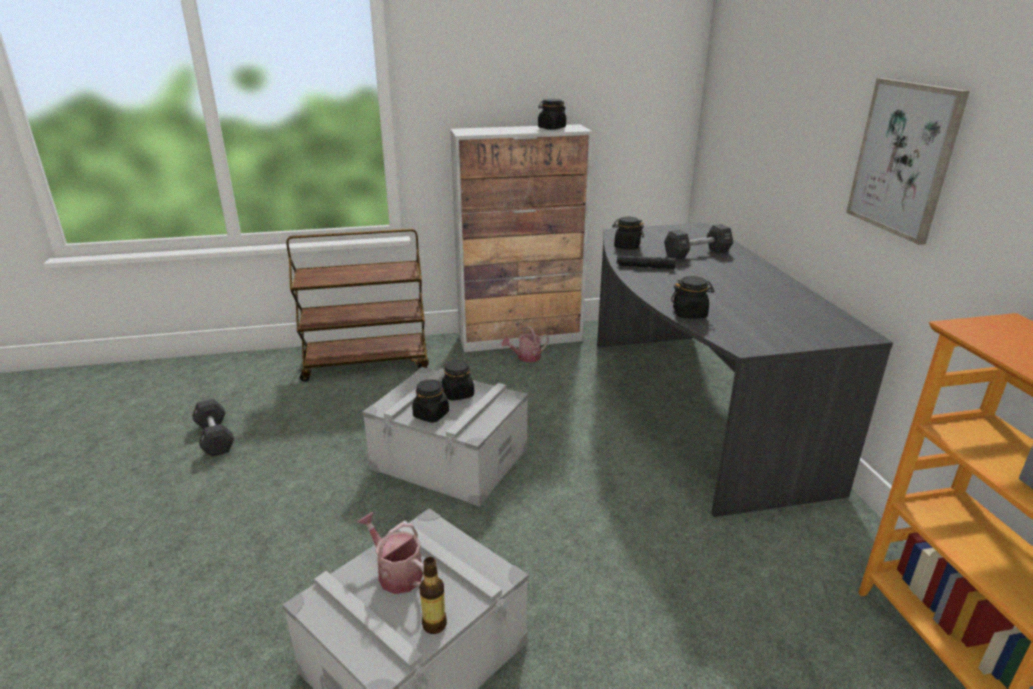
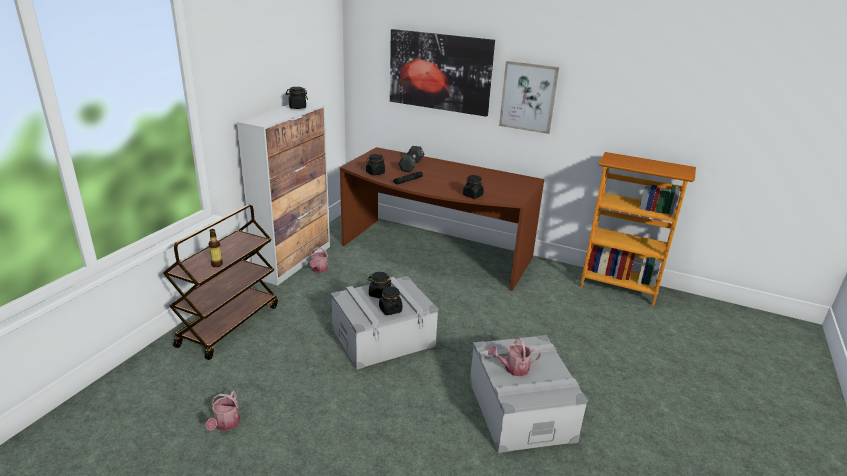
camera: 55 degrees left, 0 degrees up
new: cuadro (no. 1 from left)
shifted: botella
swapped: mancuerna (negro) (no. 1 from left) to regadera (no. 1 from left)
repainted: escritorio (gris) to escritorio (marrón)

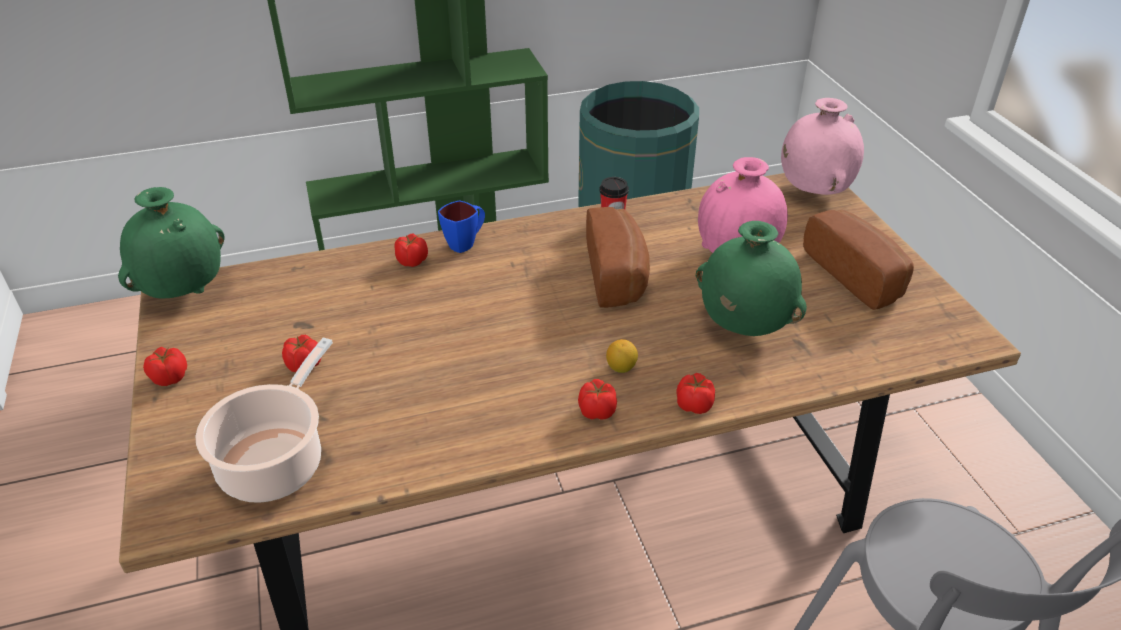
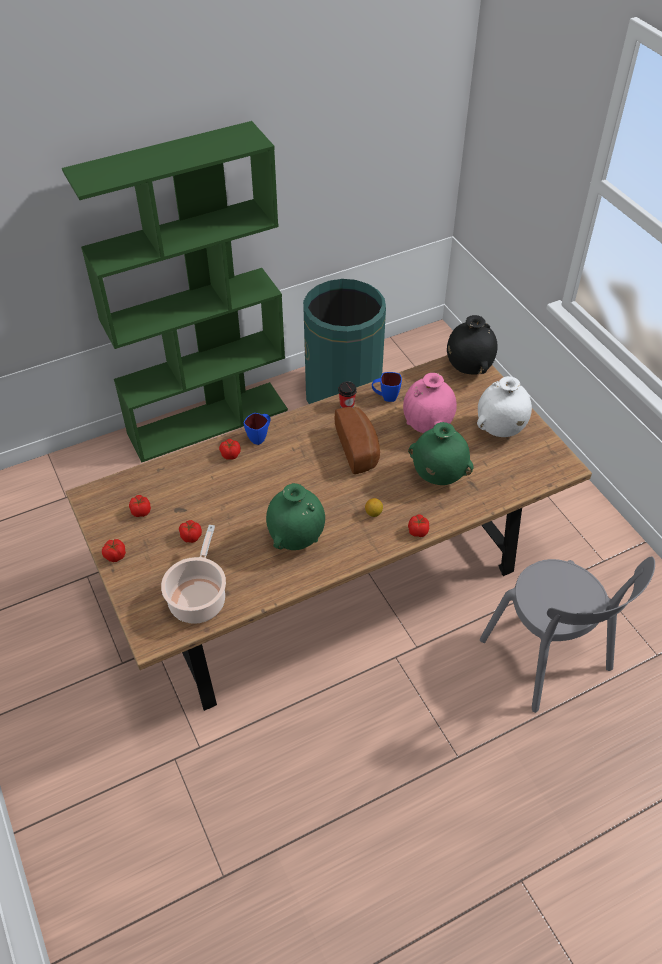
camera: 10 degrees left, 10 degrees up
new: taza grande (azul) (no. 2 from left)
shifted: tomate (no. 4 from left in the first image) to tomate (no. 2 from left); florero (verde) (no. 1 from left)
swapped: pan (no. 2 from left) to florero (blanco)
repainted: florero (rosa) (no. 2 from left) to florero (negro)

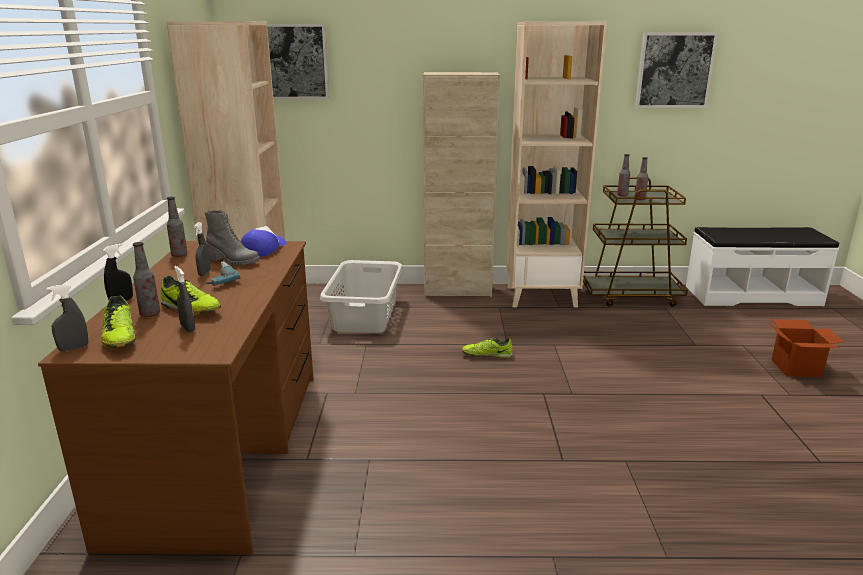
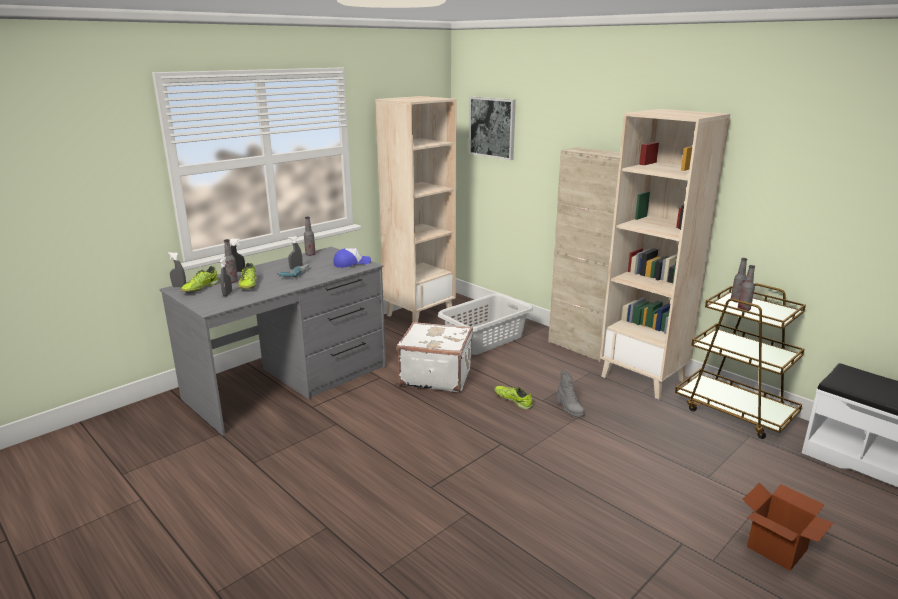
camera: 45 degrees right, 0 degrees up
gone: cuadro (no. 2 from left)
new: maleta (blanco)
shifted: bota (gris)
repainted: escritorio (marrón) to escritorio (gris)

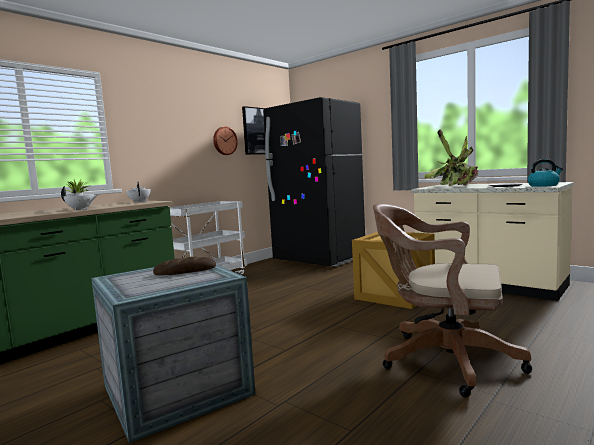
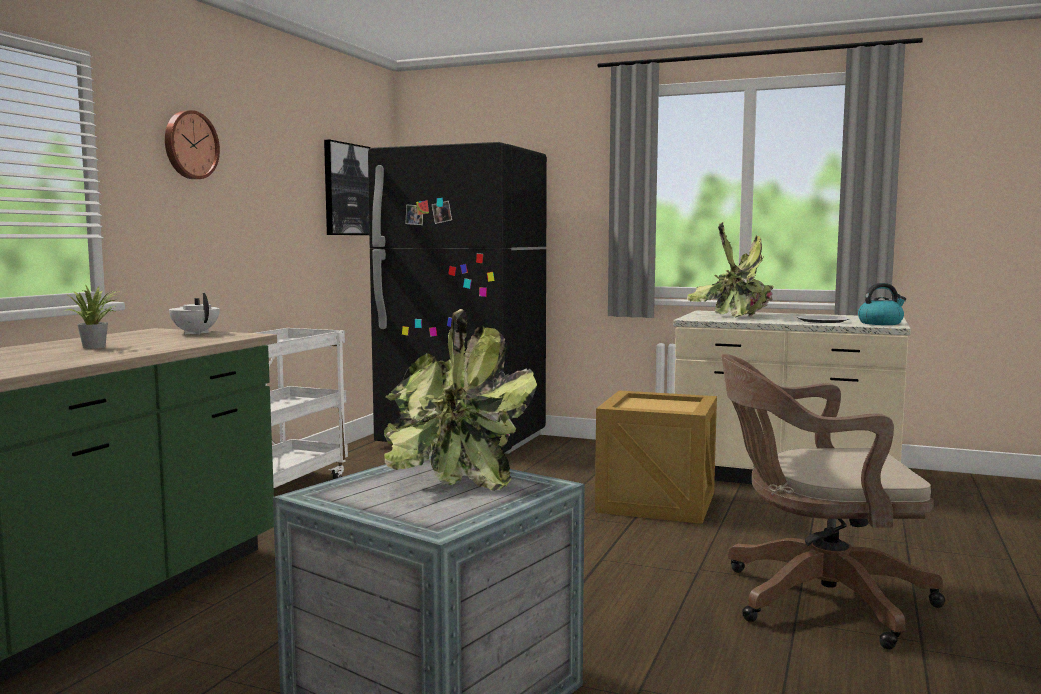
camera: 20 degrees left, 0 degrees up
gone: tetera (blanco) (no. 1 from left)
shifted: reloj de pared
swapped: pan to planta en maceta (no. 2 from left)

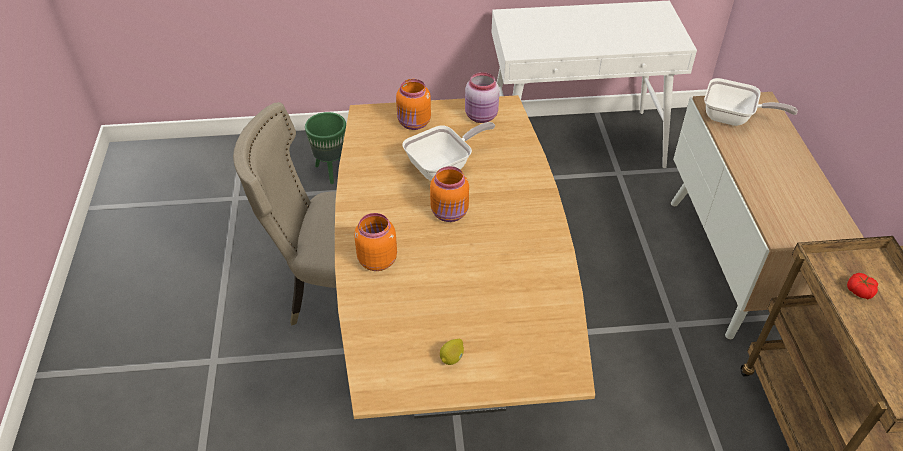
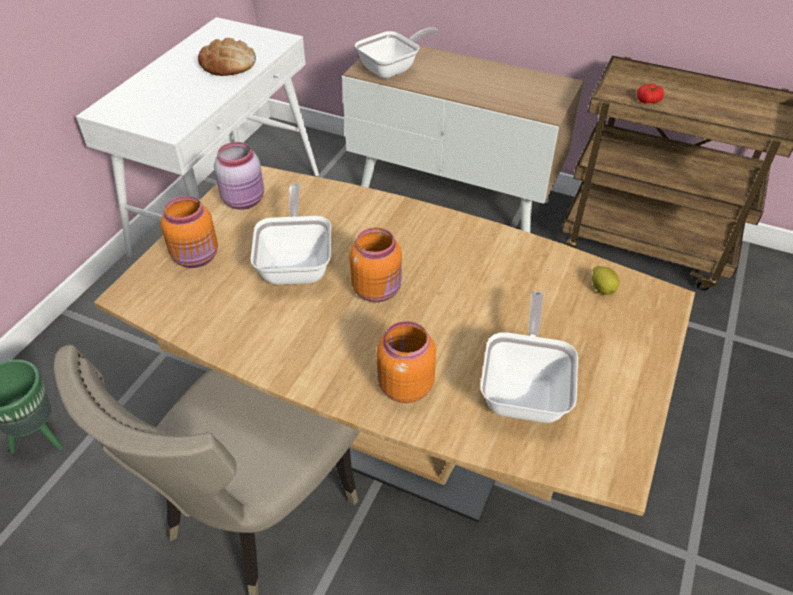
camera: 60 degrees left, 0 degrees up
new: pan; sartén (no. 3 from left)
shifted: limón

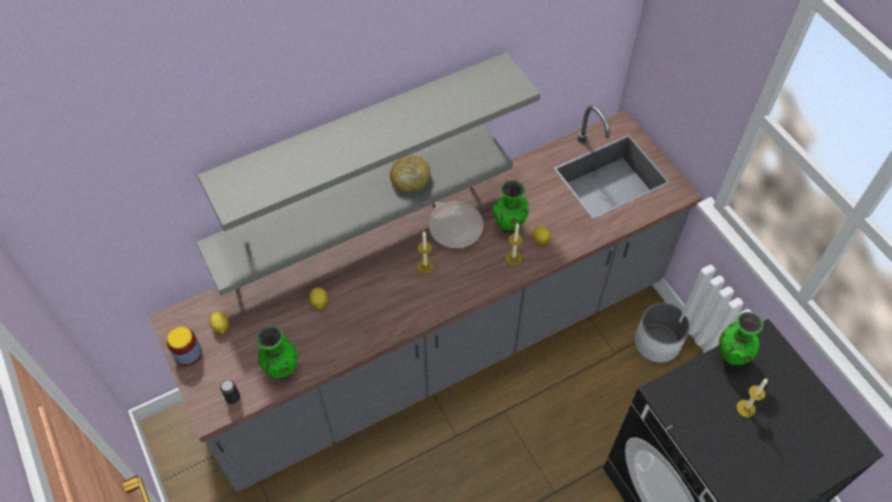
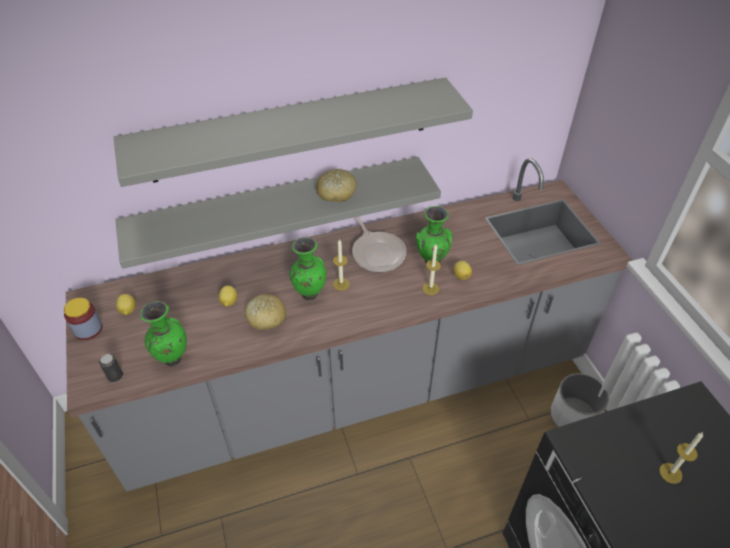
camera: 10 degrees right, 10 degrees down
new: pan (no. 1 from left)
shifted: florero (verde) (no. 3 from left in the first image) to florero (verde) (no. 2 from left)

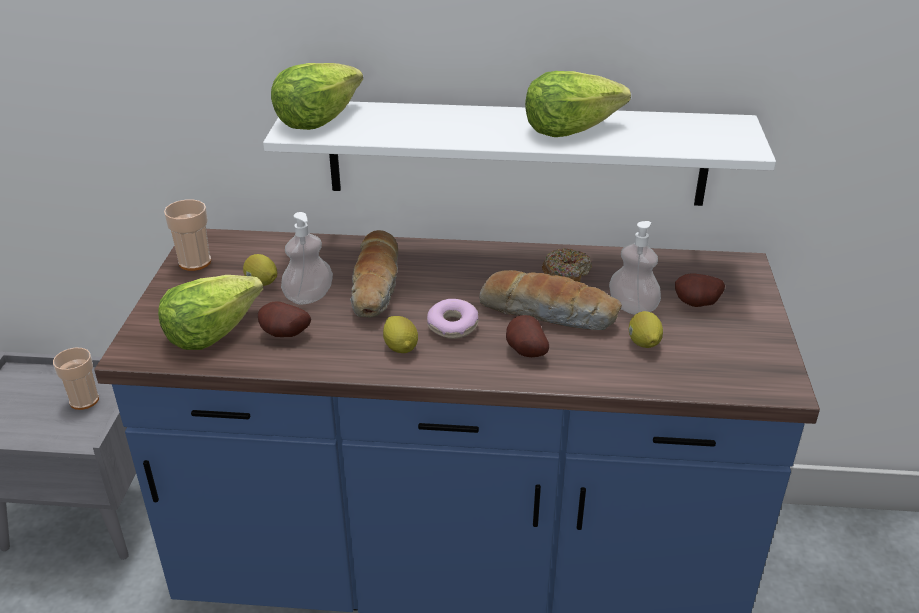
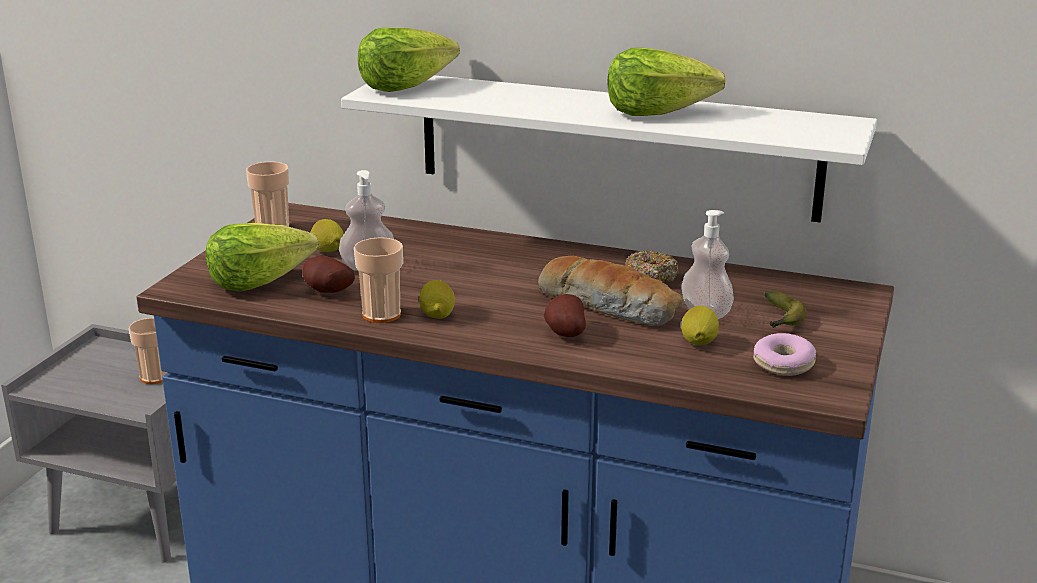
camera: 15 degrees right, 10 degrees down
gone: pan (no. 1 from left)
new: taza (no. 3 from left)
shifted: rosquilla (no. 1 from left in the first image) to rosquilla (no. 2 from left)
swapped: patata (no. 3 from left) to plátano

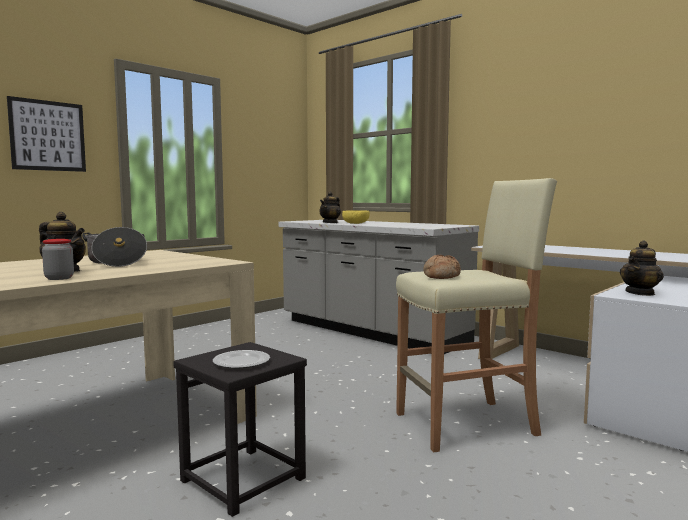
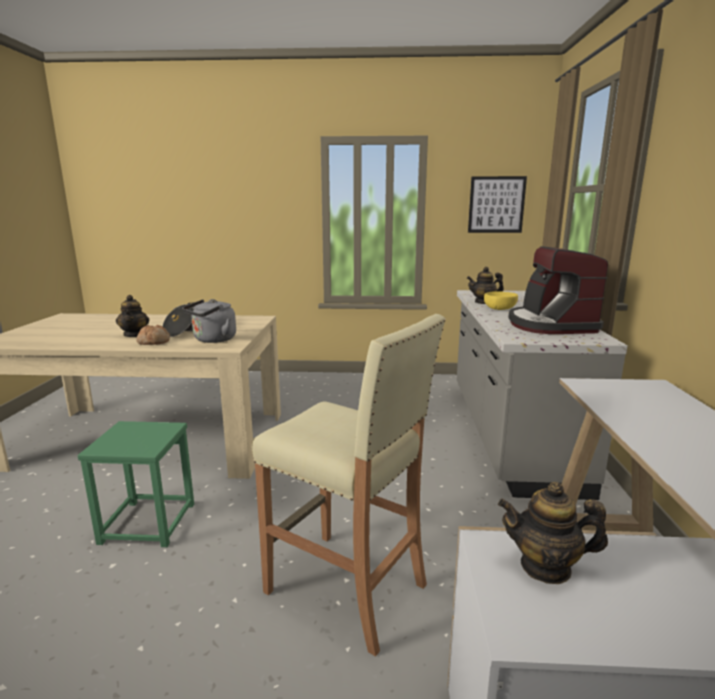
camera: 50 degrees right, 10 degrees up
gone: tarro; plato
new: hervidor (gris); cafetera
shifted: pan; cuadro
repainted: taburete (negro) to taburete (verde)

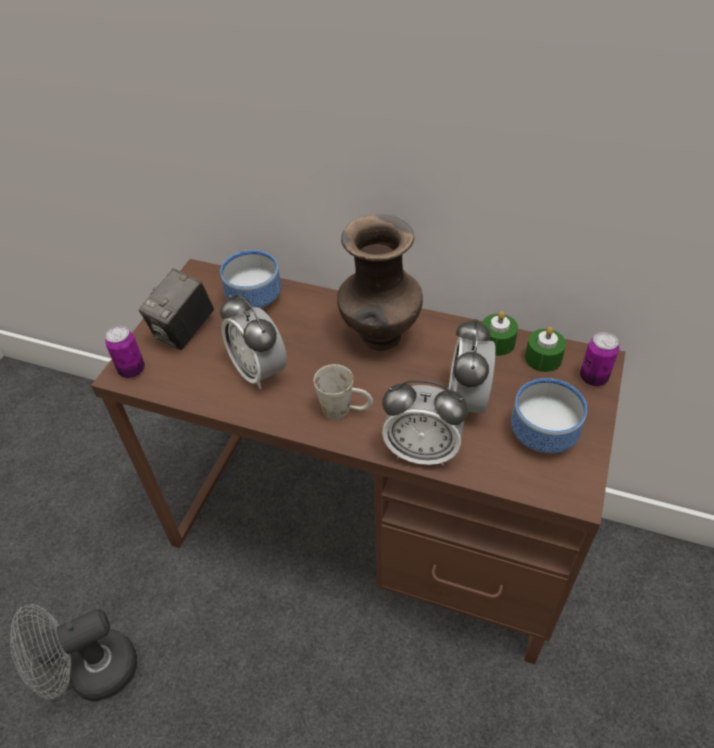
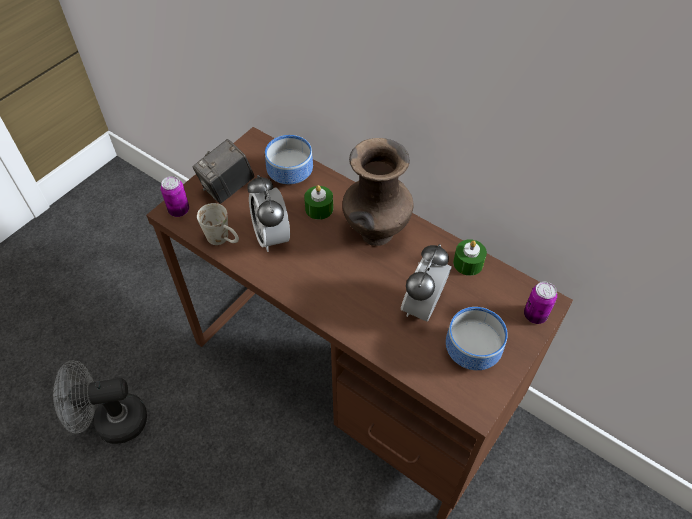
camera: 15 degrees right, 5 degrees up
gone: despertador (no. 2 from left)
shifted: taza grande (blanco); vela (verde) (no. 2 from left in the first image) to vela (verde) (no. 1 from left)

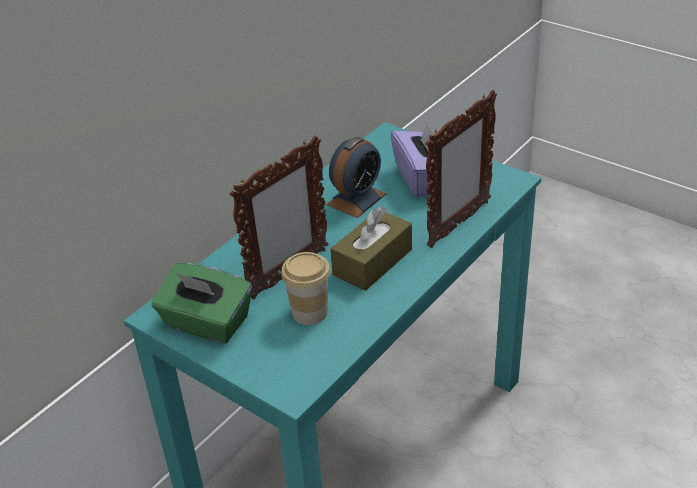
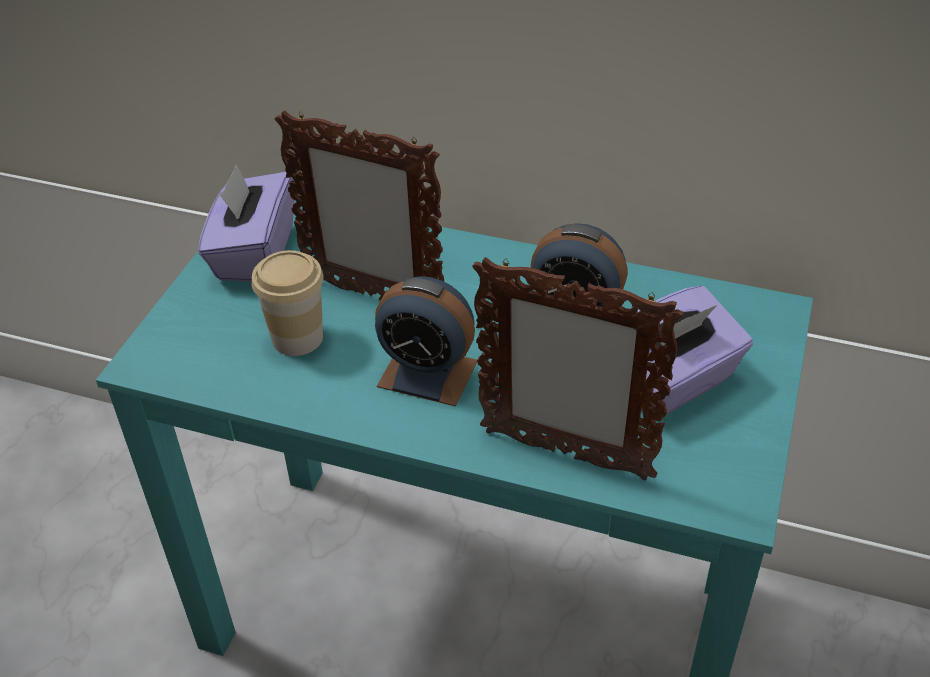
camera: 70 degrees right, 5 degrees up
swapped: caja de pañuelos (marrón) to despertador (no. 1 from left)
repainted: caja de pañuelos (verde) to caja de pañuelos (morado) (no. 1 from left)

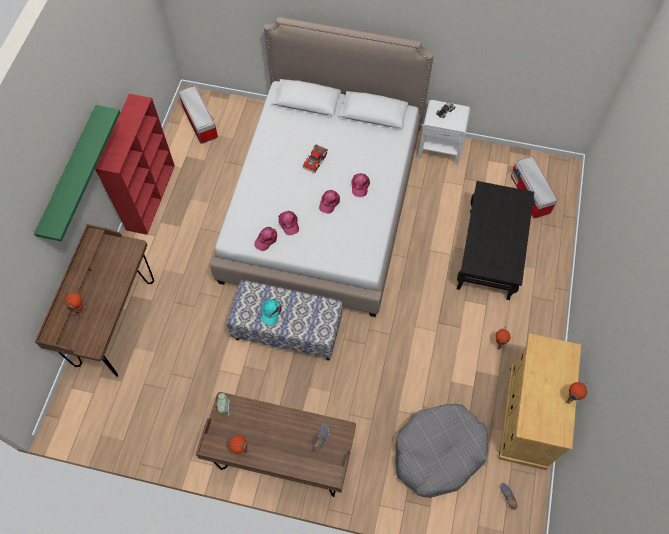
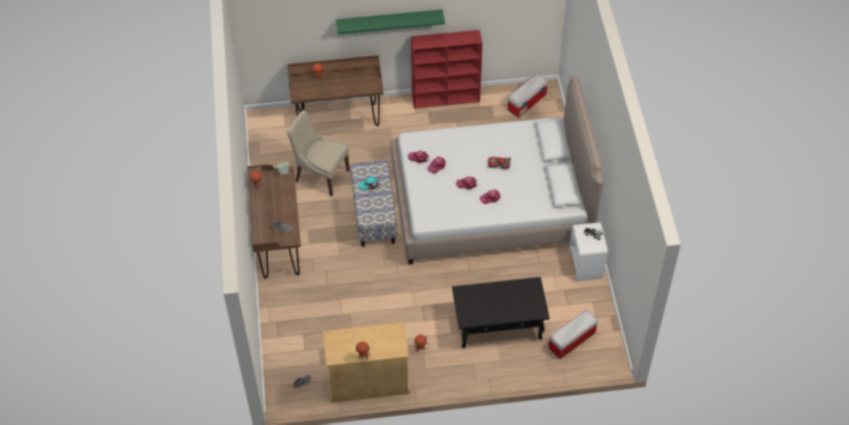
camera: 70 degrees right, 10 degrees down
gone: cama para perro (gris)
new: silla (beis)

